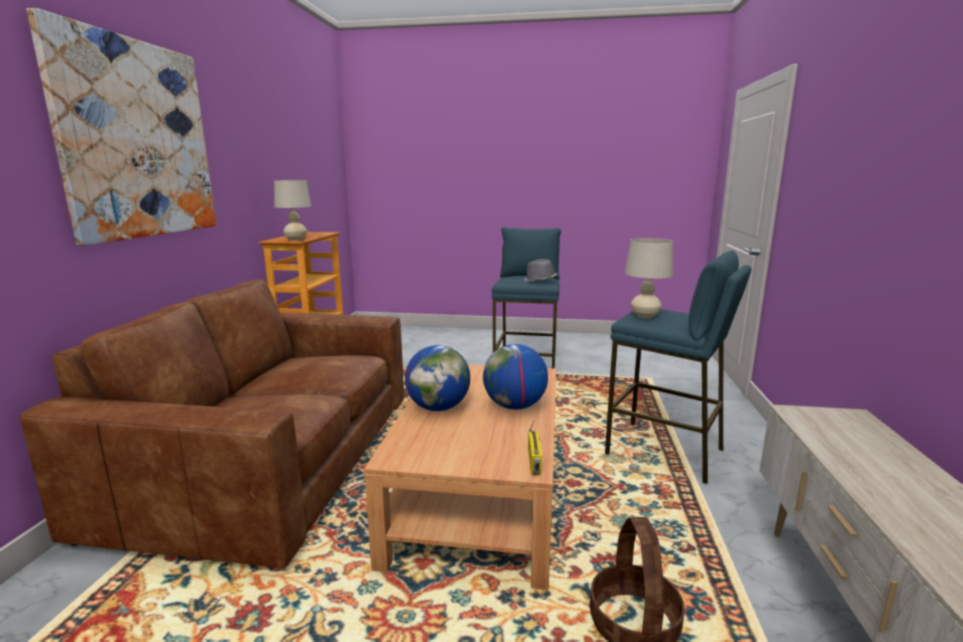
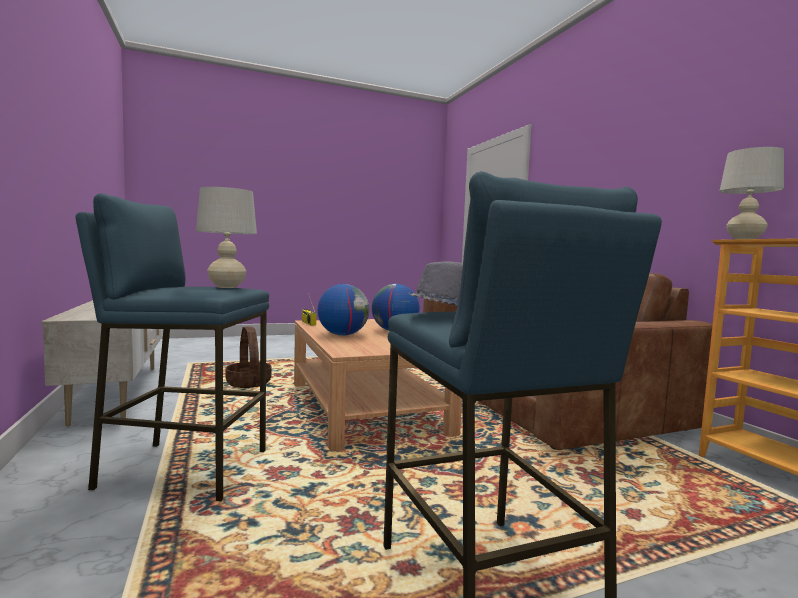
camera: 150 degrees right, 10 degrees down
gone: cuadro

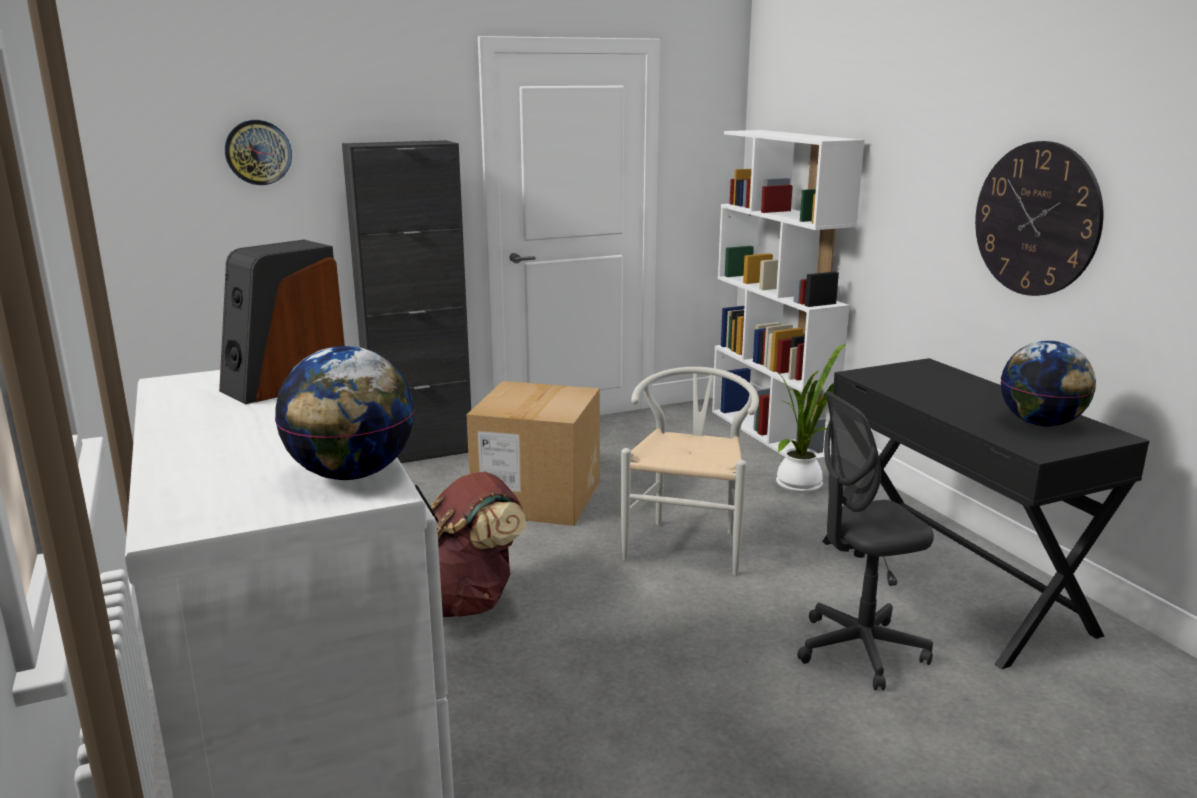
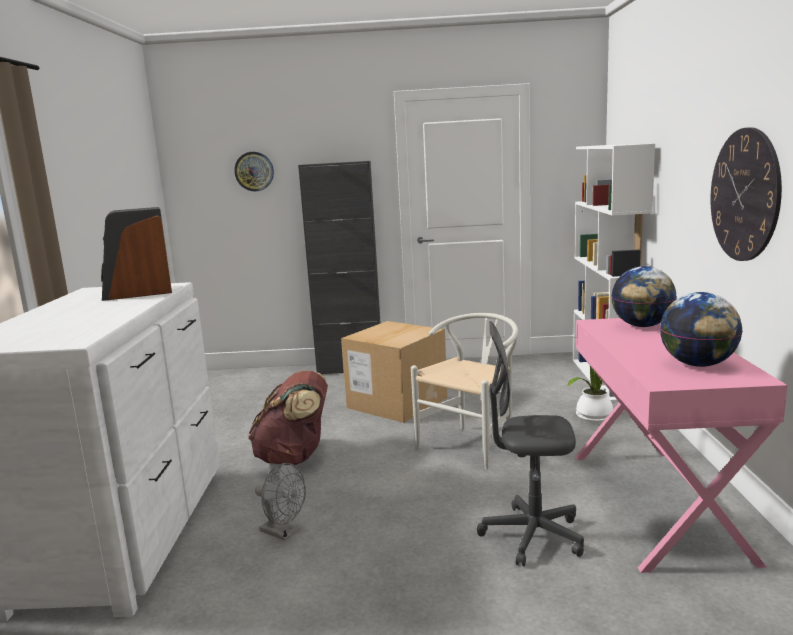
camera: 25 degrees right, 5 degrees down
new: ventilador (gris)
shifted: globo terráqueo (no. 1 from left)
repainted: escritorio (negro) to escritorio (rosa)

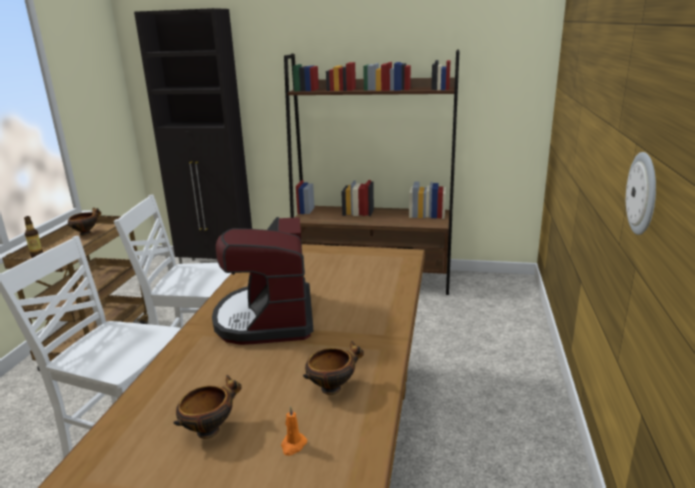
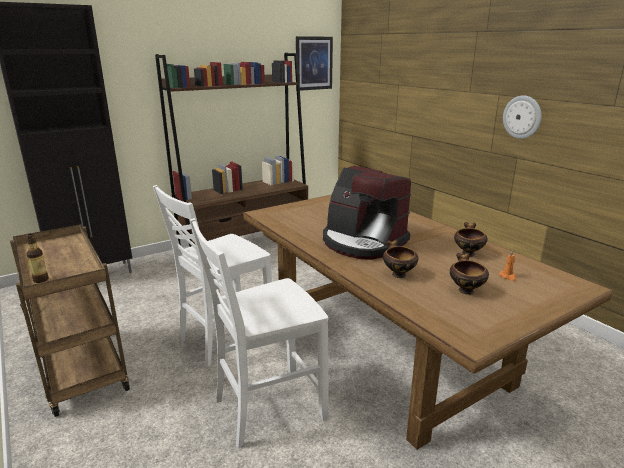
camera: 45 degrees left, 0 degrees up
new: cuadro
shifted: cuenco (no. 1 from left)

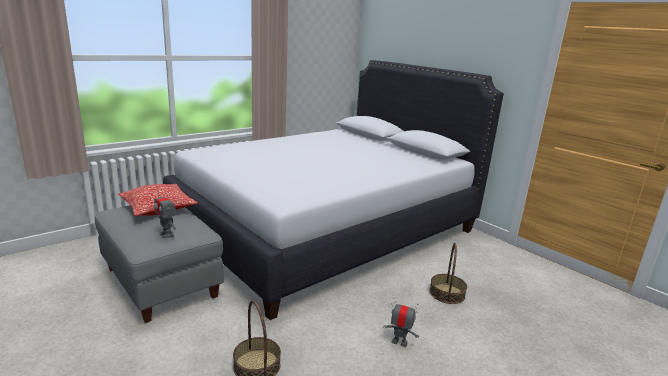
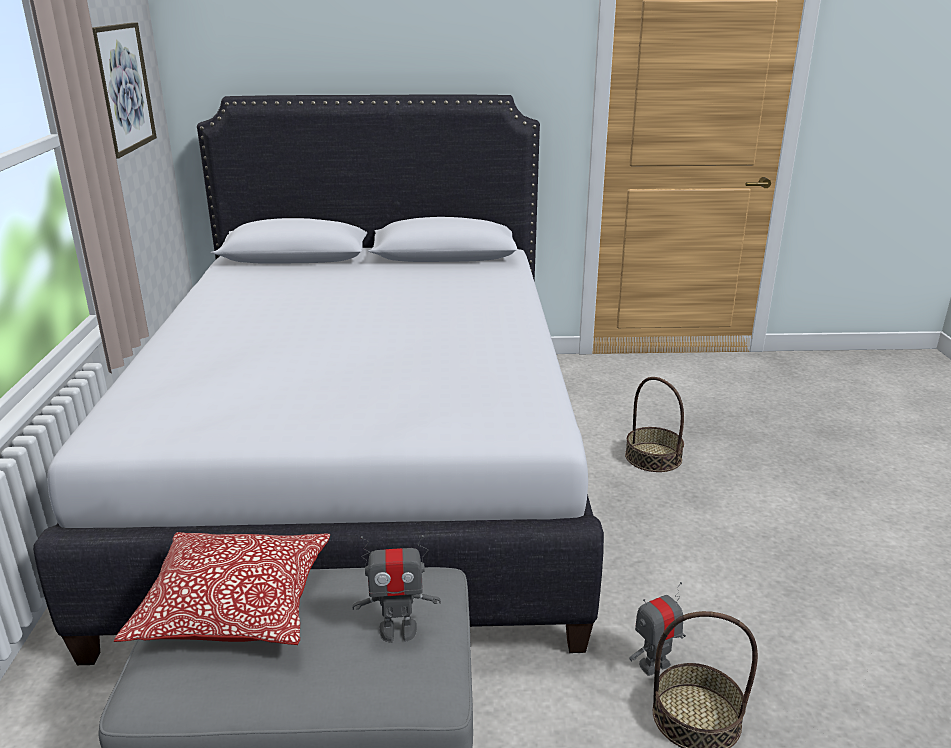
camera: 50 degrees left, 5 degrees up
new: cuadro
shifted: robot de juguete (no. 2 from left)

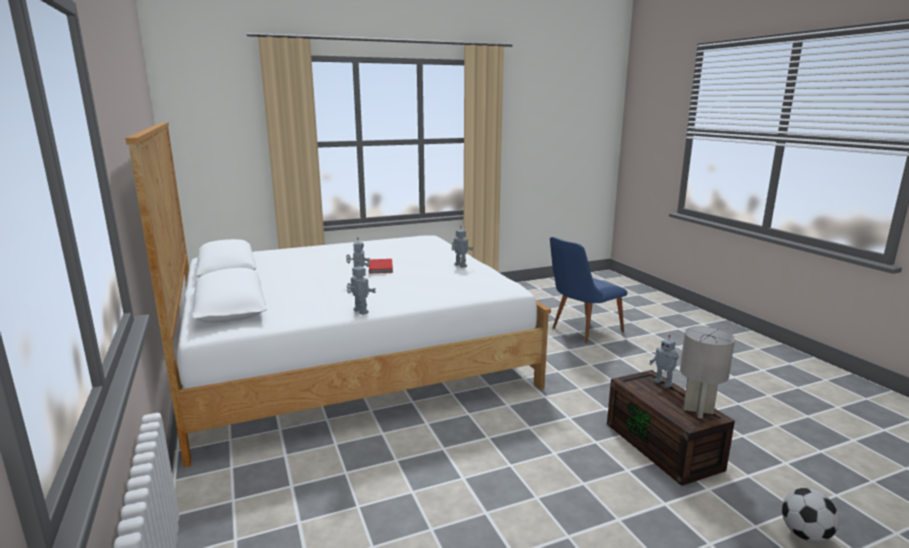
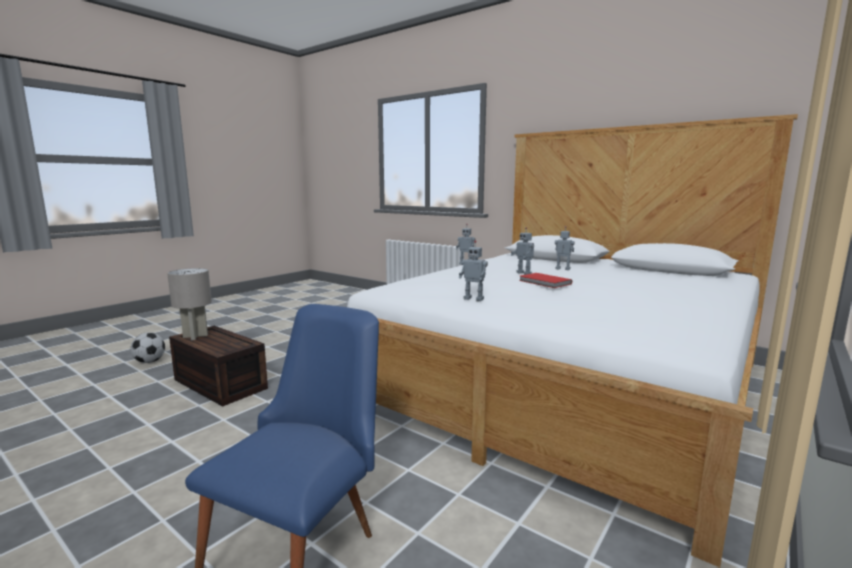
camera: 150 degrees right, 5 degrees down
shifted: robot de juguete (no. 4 from left)

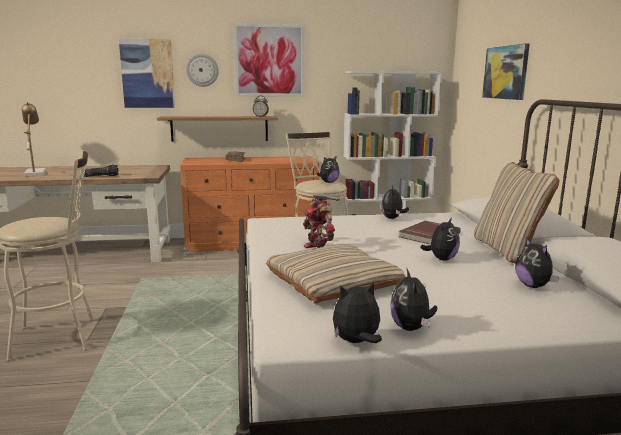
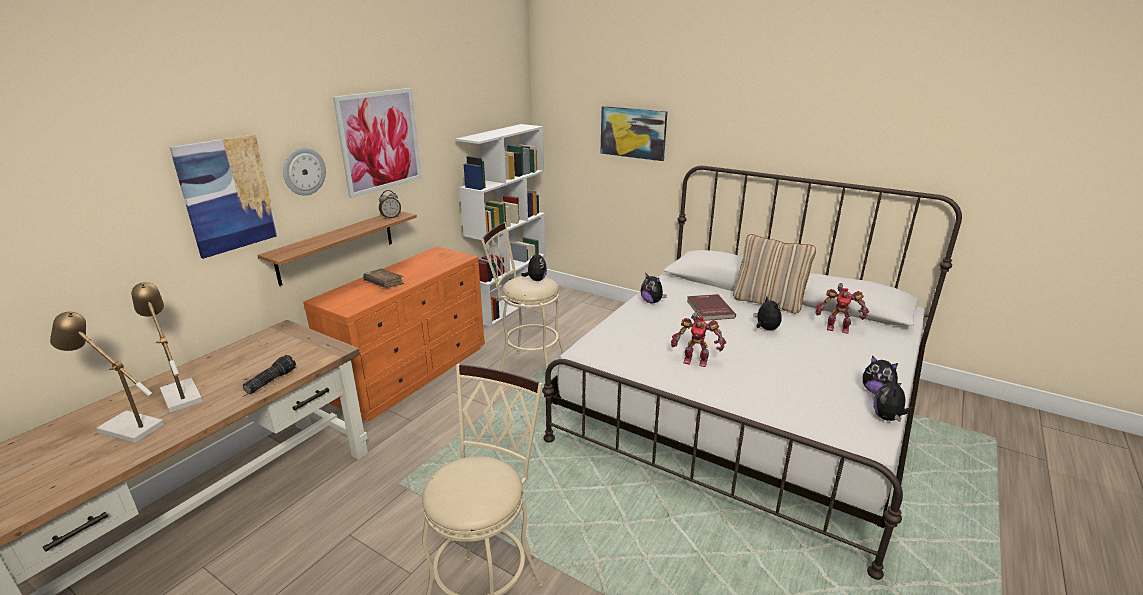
camera: 50 degrees left, 10 degrees up
gone: cojín (beis) (no. 1 from left)
new: lámpara de mesa (no. 2 from left)
swapped: peluche (no. 6 from left) to robot de juguete (no. 2 from left)

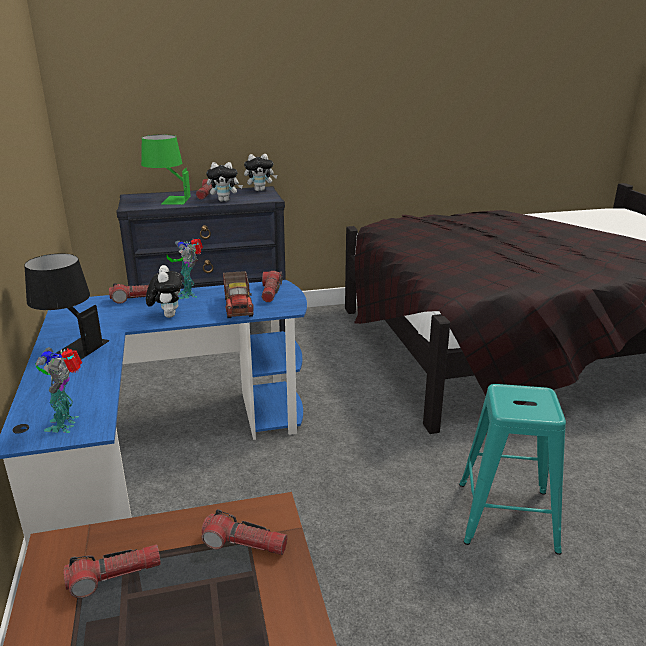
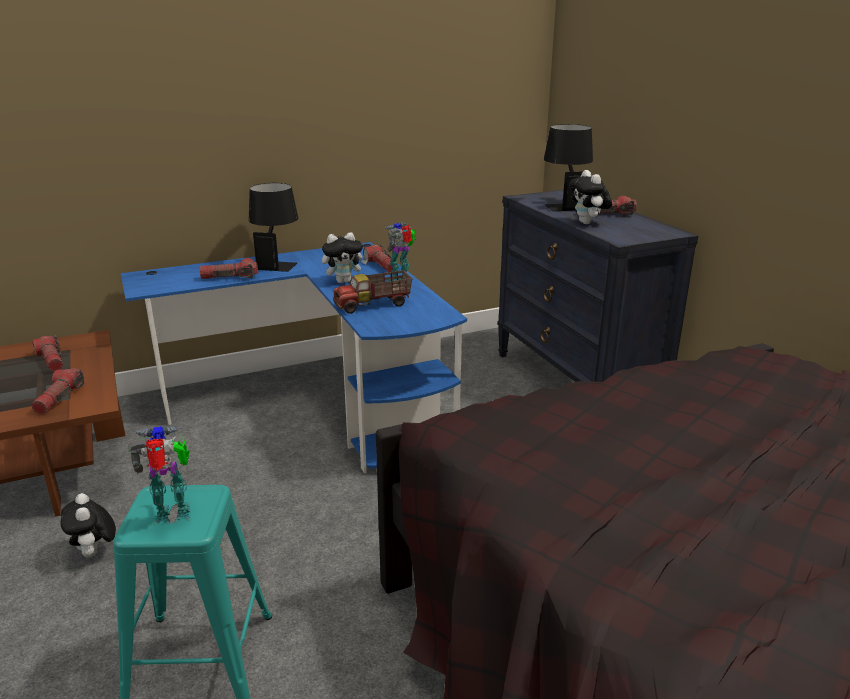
camera: 80 degrees right, 0 degrees up
shifted: peluche (no. 3 from left in the first image) to peluche (no. 1 from left); robot de juguete (no. 1 from left); linterna (no. 5 from left in the first image) to linterna (no. 3 from left)
repainted: lámpara de mesa (verde) to lámpara de mesa (negro) (no. 2 from left)

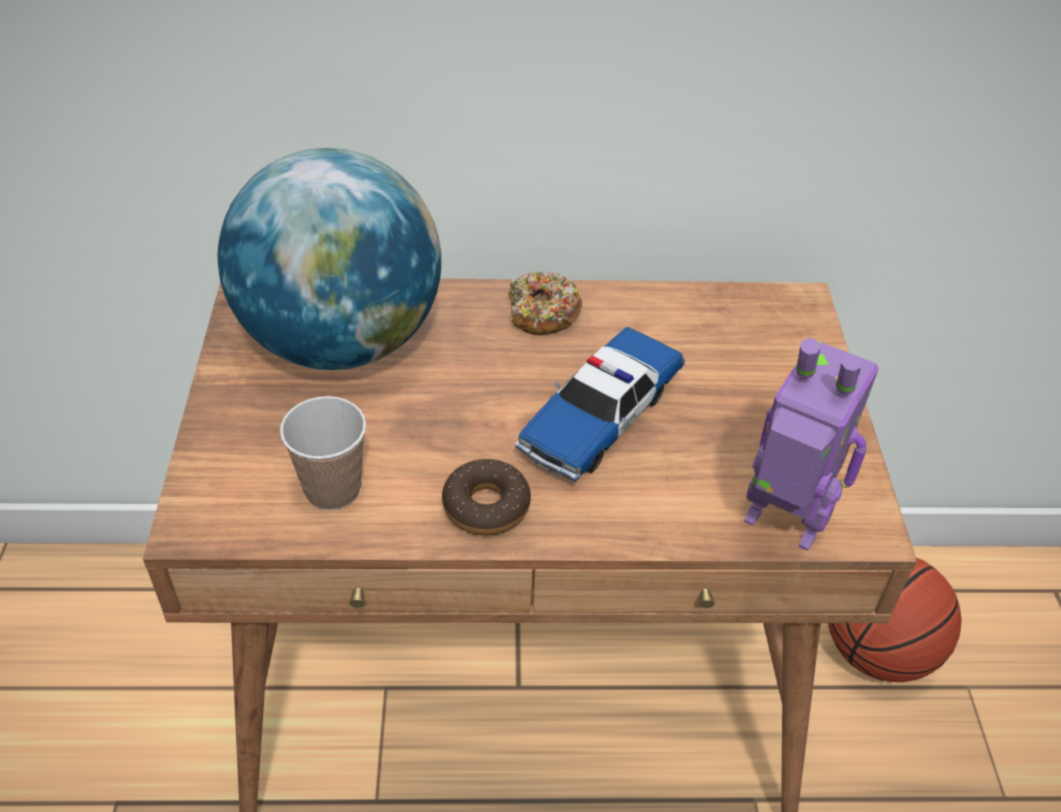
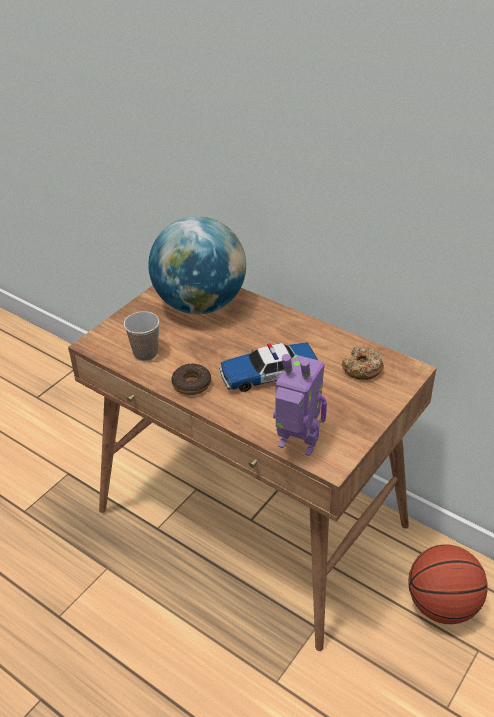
camera: 40 degrees right, 5 degrees down
shifted: rosquilla (no. 2 from left)
rotated: robot de juguete 45 degrees counterclockwise

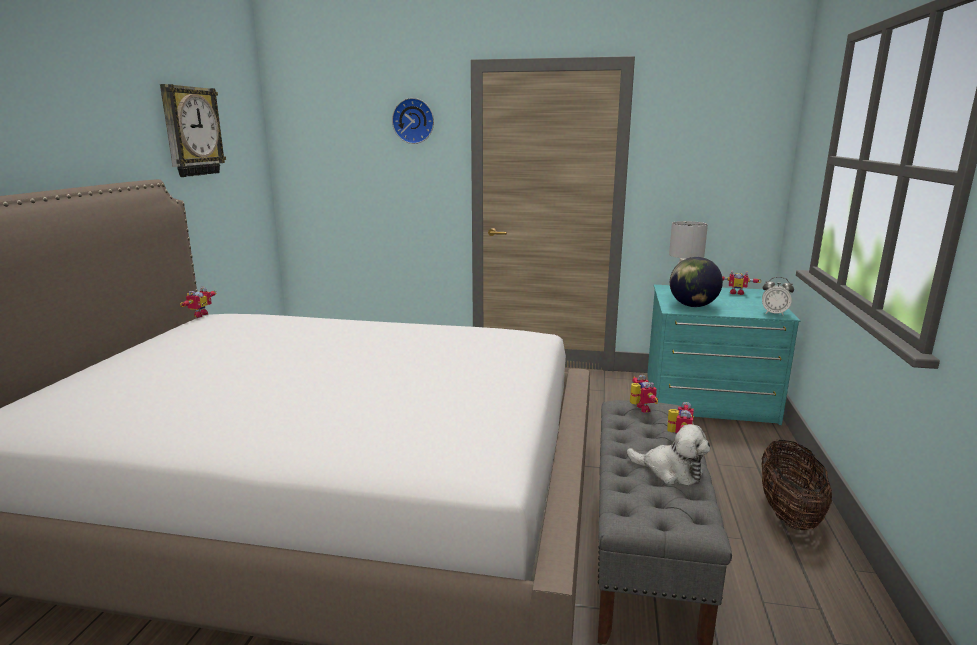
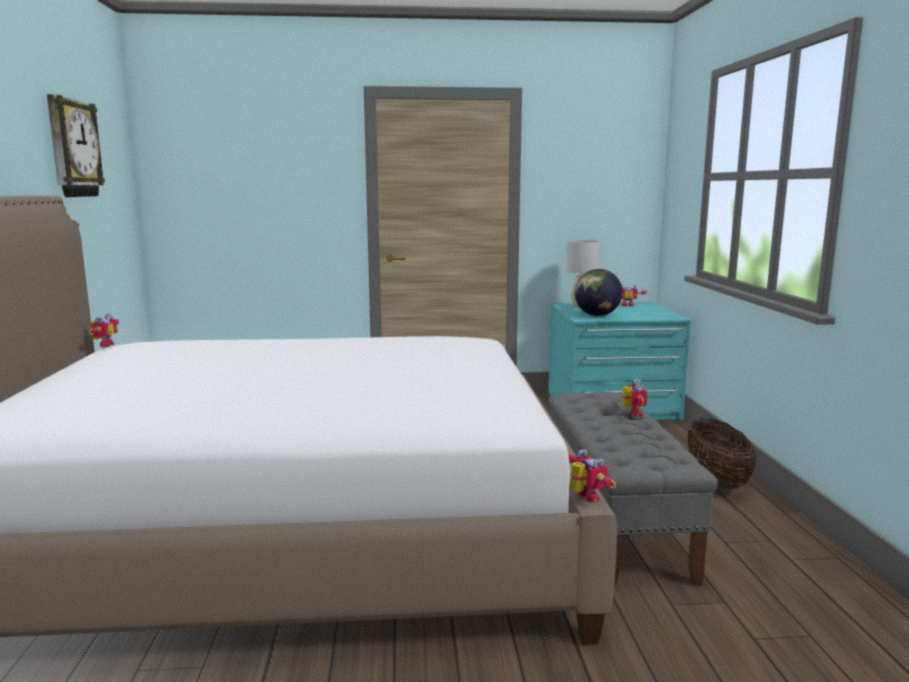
camera: 15 degrees left, 5 degrees down
gone: reloj de pared (no. 2 from left); peluche; despertador
shifted: robot de juguete (no. 2 from left)

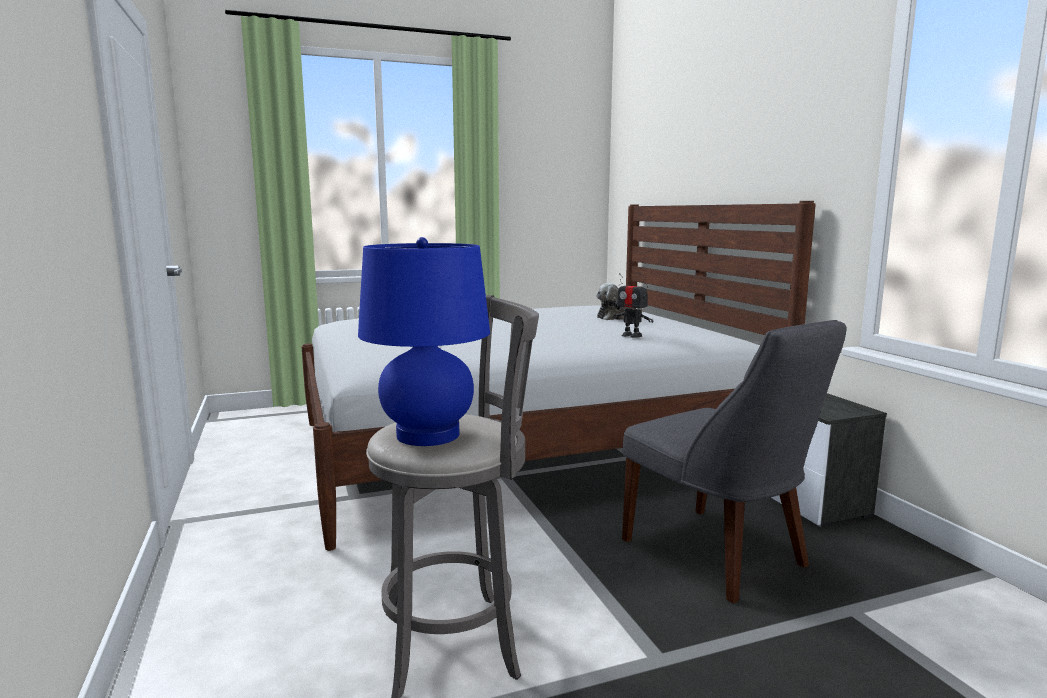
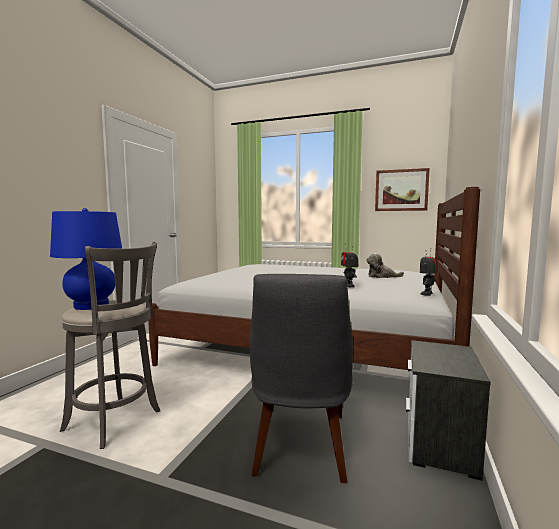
camera: 40 degrees right, 5 degrees down
new: cuadro; robot de juguete (no. 2 from left)

